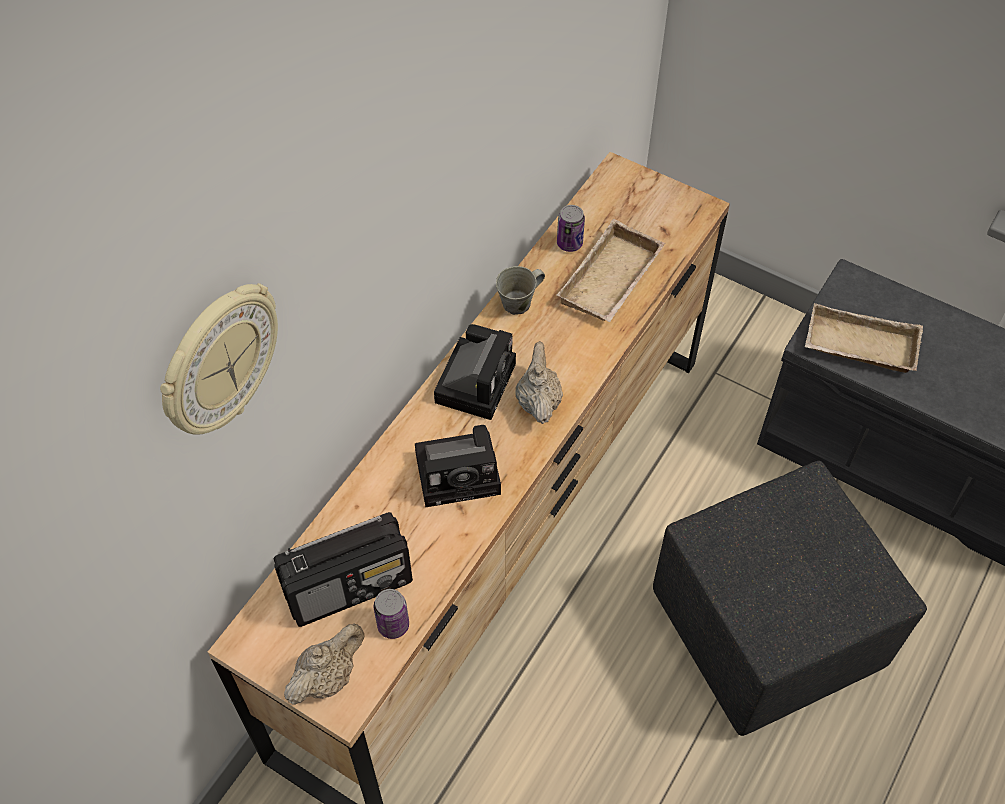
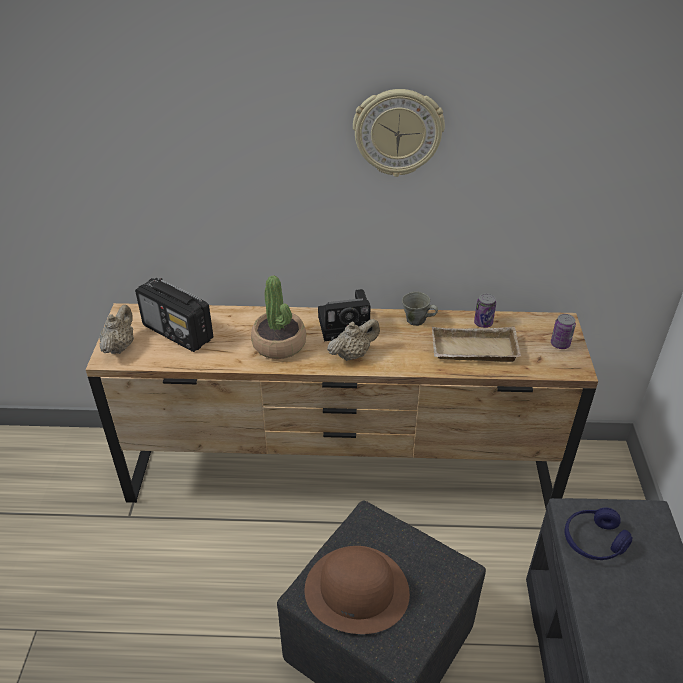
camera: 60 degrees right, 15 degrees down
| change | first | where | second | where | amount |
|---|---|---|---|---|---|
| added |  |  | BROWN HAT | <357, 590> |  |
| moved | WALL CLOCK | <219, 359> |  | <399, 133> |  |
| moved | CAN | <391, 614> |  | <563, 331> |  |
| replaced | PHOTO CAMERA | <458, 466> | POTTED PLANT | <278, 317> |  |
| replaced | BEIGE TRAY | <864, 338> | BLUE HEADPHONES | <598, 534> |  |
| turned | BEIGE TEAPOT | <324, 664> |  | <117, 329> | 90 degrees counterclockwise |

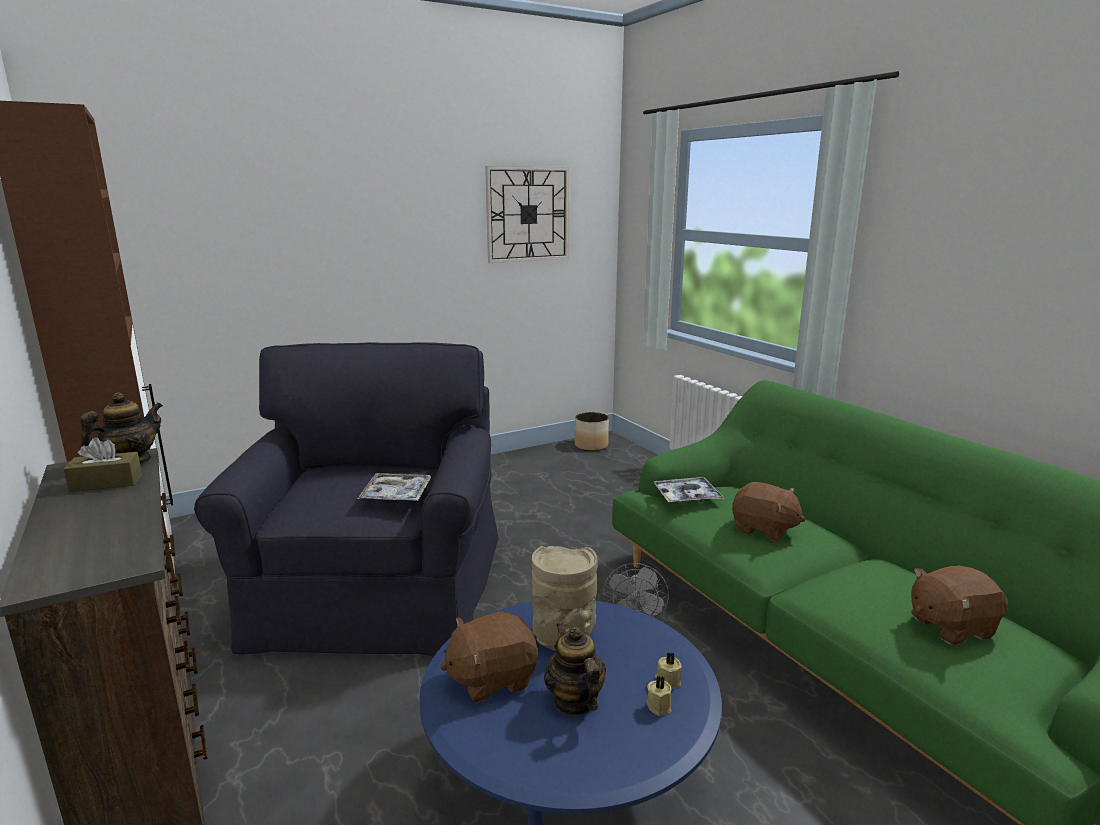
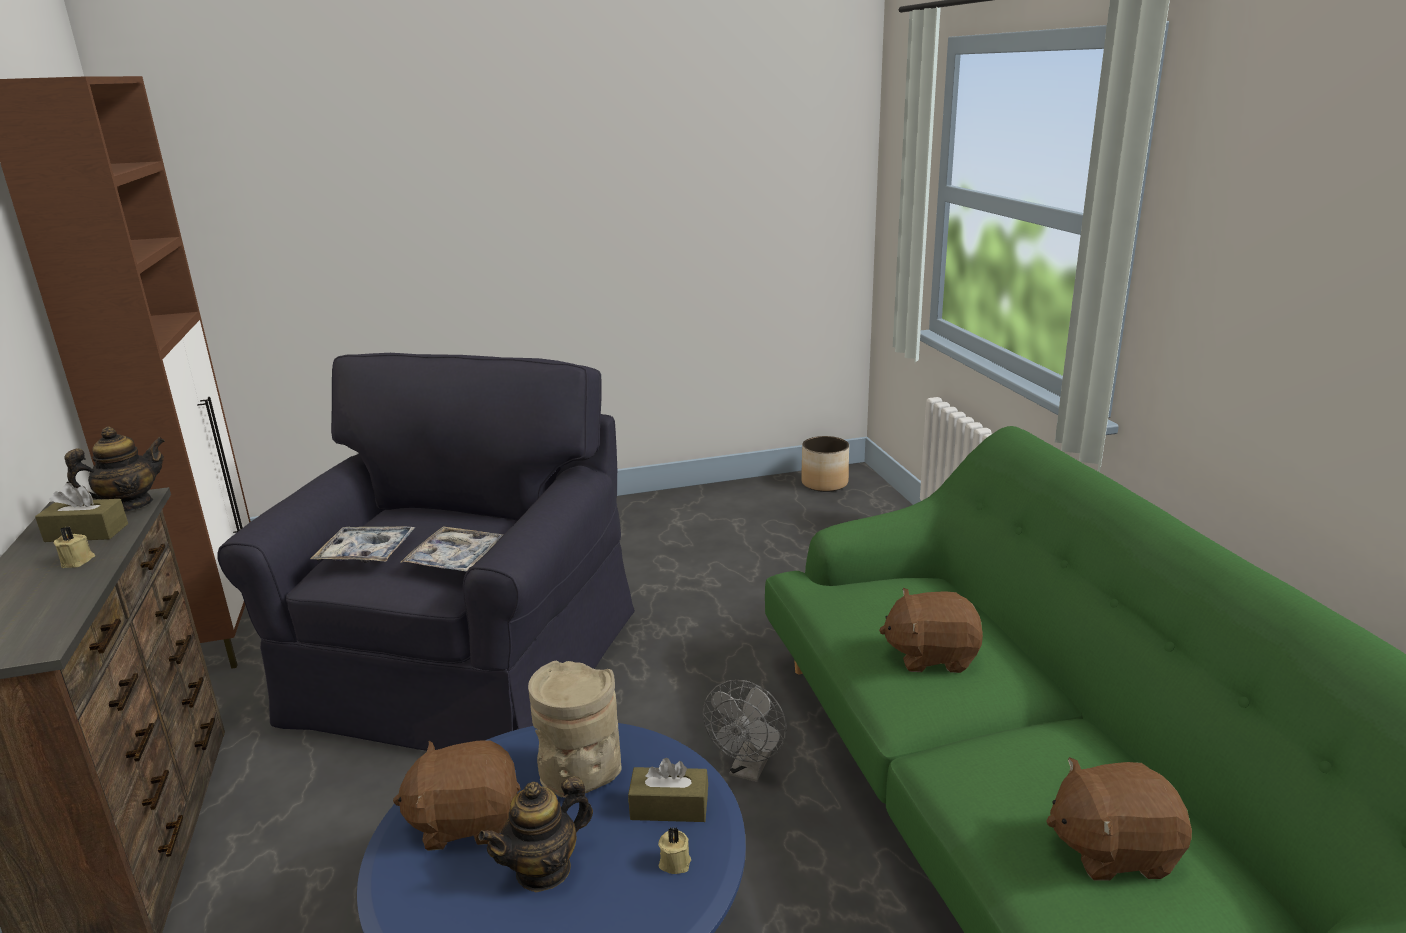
camera: 15 degrees right, 5 degrees up
| change | first | where | second | where | amount |
|---|---|---|---|---|---|
| removed | WALL CLOCK | <527, 214> |  |  |  |
| added |  |  | BROWN TISSUE BOX | <668, 790> |  |
| moved | BEIGE CANDLE | <659, 696> |  | <74, 547> |  |
| moved | TRAY | <689, 490> |  | <363, 545> |  |
| turned | TEAPOT | <575, 669> |  | <535, 834> | 120 degrees counterclockwise |
| turned | BROWN PLUSH TOY | <768, 511> |  | <931, 630> | 135 degrees clockwise |

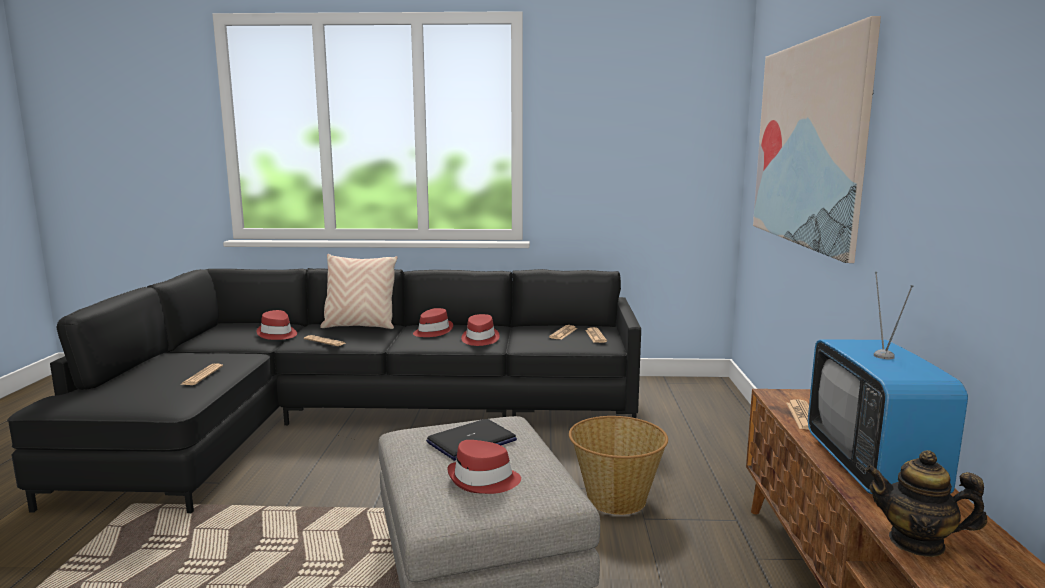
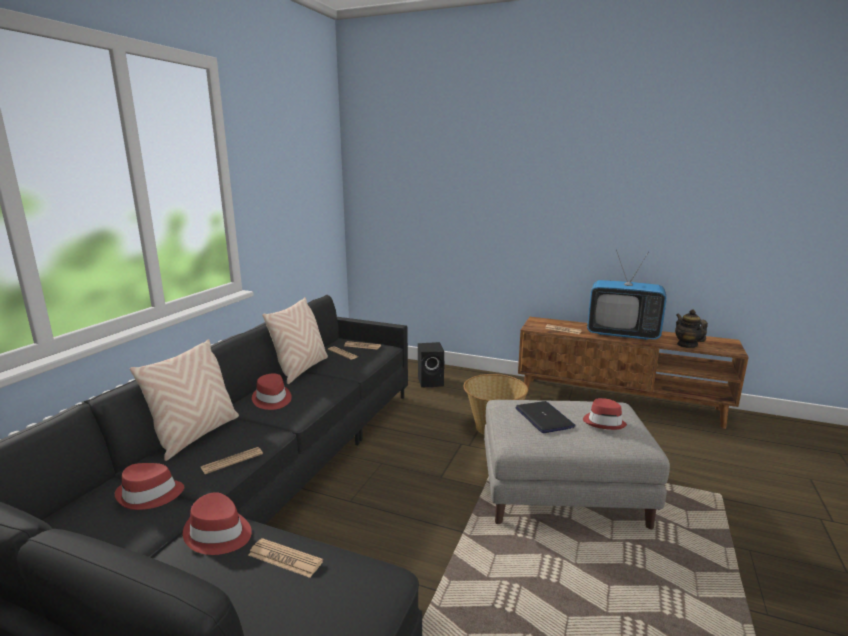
camera: 70 degrees left, 5 degrees up
| change | first | where | second | where | amount |
|---|---|---|---|---|---|
| removed | PICTURE | <817, 139> |  |  |  |
| added |  |  | BEIGE PILLOW | <295, 340> |  |
| added |  |  | BLACK SPEAKER | <431, 364> |  |
| moved | RED HAT | <480, 330> |  | <217, 523> |  |
| turned | TEAPOT | <926, 503> |  | <691, 328> | 120 degrees clockwise |

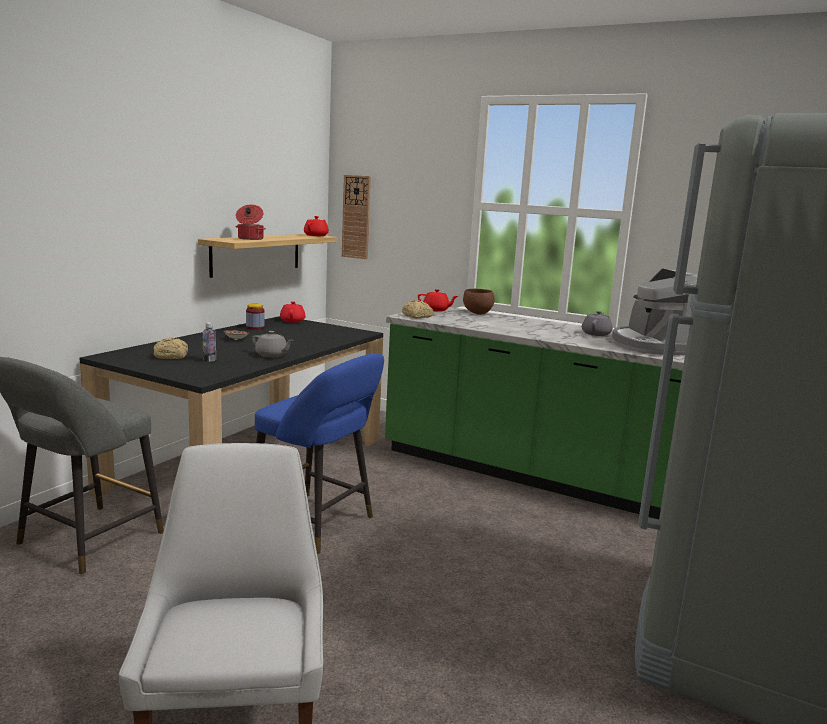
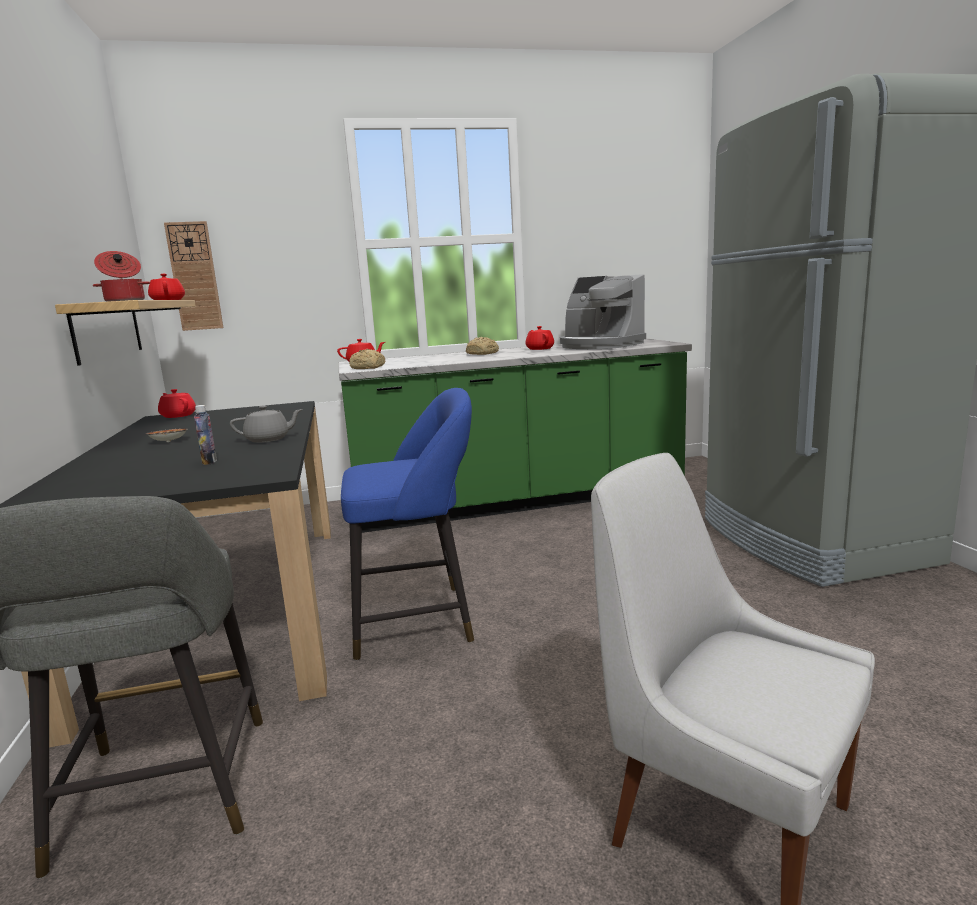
camera: 40 degrees left, 0 degrees up
| change | first | where | second | where | amount |
|---|---|---|---|---|---|
| removed | JAR | <255, 317> |  |  |  |
| removed | BROWN BOWL | <479, 301> |  |  |  |
| moved | BREAD | <171, 348> |  | <482, 346> |  |
| recoloured | GREY TEAPOT | <597, 323> | RED TEAPOT | <539, 338> |  |

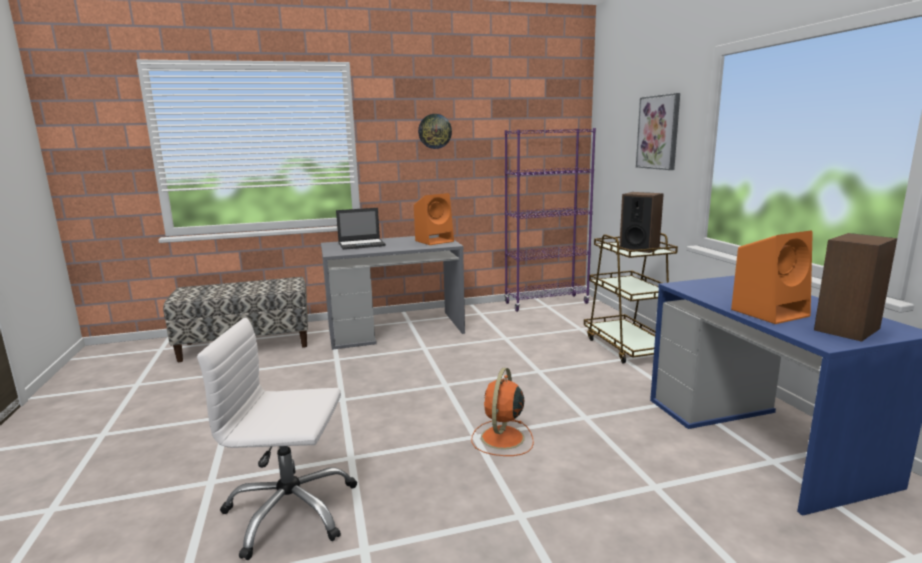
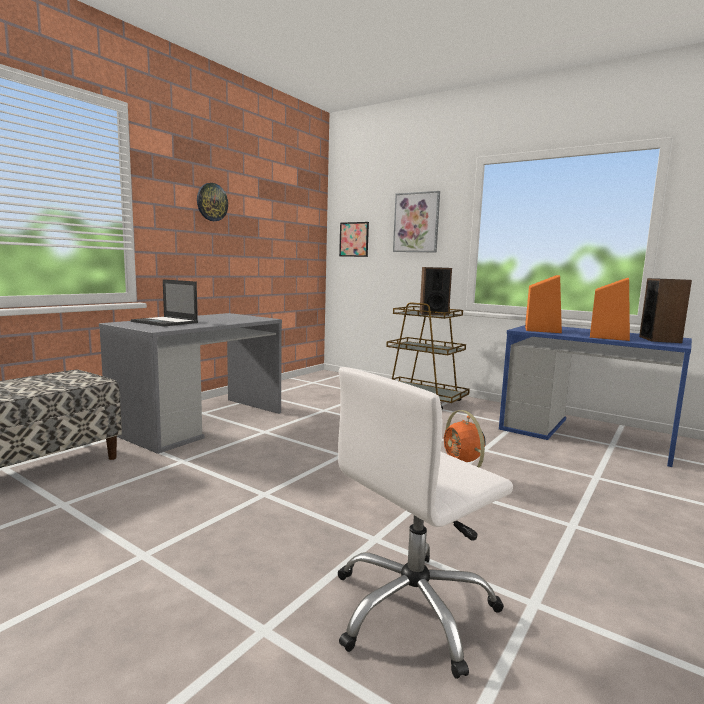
camera: 40 degrees left, 5 degrees down
| change | first | where | second | where | amount |
|---|---|---|---|---|---|
| removed | PURPLE BOOKCASE | <550, 220> |  |  |  |
| added |  |  | PICTURE | <354, 239> |  |
| moved | ORANGE SPEAKER | <434, 219> |  | <543, 304> |  |
| turned | LAPTOP | <361, 229> |  | <164, 303> | 90 degrees clockwise |

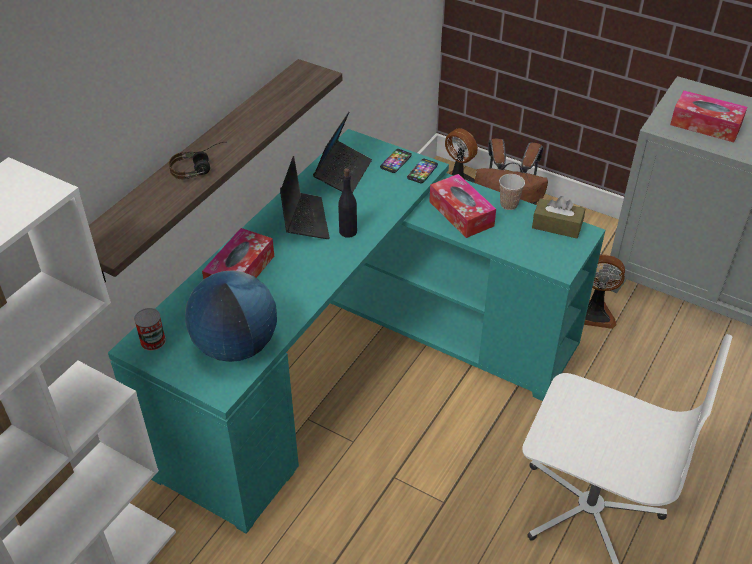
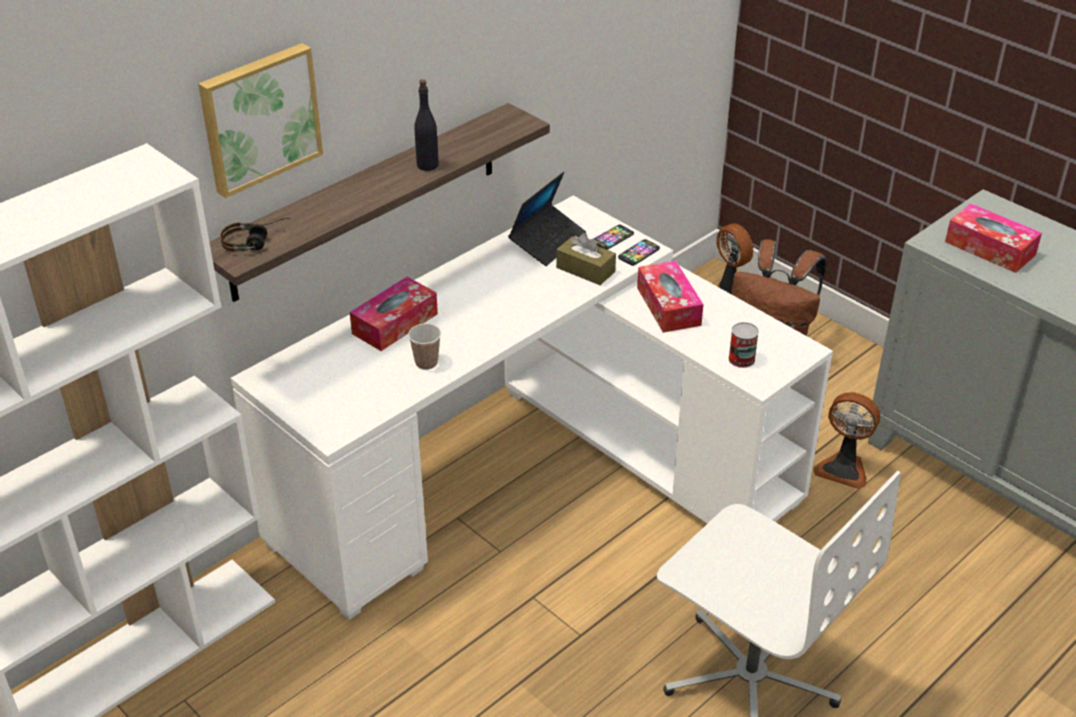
camera: 15 degrees right, 5 degrees down
| change | first | where | second | where | amount |
|---|---|---|---|---|---|
| removed | GLOBE | <231, 316> |  |  |  |
| removed | LAPTOP | <305, 197> |  |  |  |
| added |  |  | PICTURE | <260, 120> |  |
| moved | CAN | <150, 329> |  | <743, 345> |  |
| moved | HEADPHONES | <197, 161> |  | <255, 235> |  |
| moved | BLACK BOTTLE | <347, 203> |  | <426, 125> |  |
| moved | CUP | <512, 192> |  | <424, 347> |  |
| moved | BROWN TISSUE BOX | <558, 217> |  | <586, 259> |  |
| recoloured | TURQUOISE DESK | <356, 331> | WHITE DESK | <532, 408> |  |

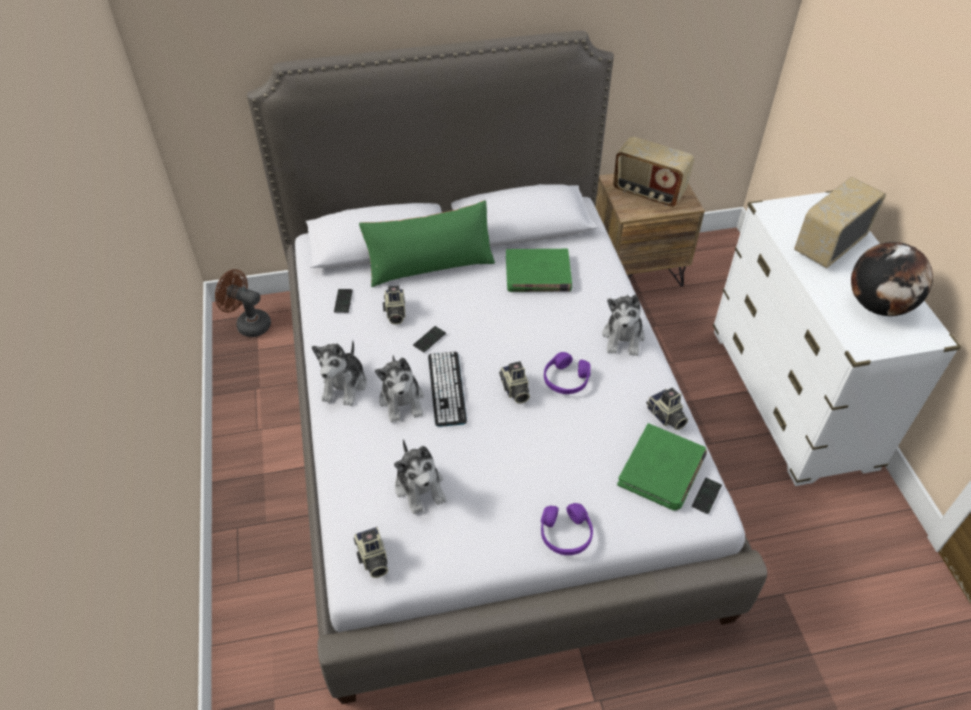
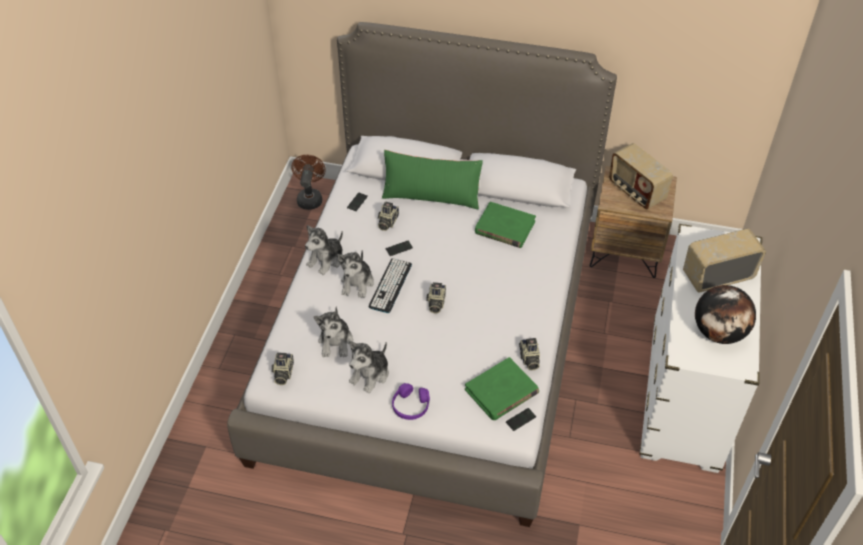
camera: 25 degrees right, 0 degrees up
| change | first | where | second | where | amount |
|---|---|---|---|---|---|
| removed | PURPLE HEADPHONES | <567, 373> |  |  |  |
| moved | PLUSH TOY | <623, 325> |  | <369, 367> |  |
| turned | BROWN FAN | <243, 303> |  | <308, 182> | 45 degrees clockwise |

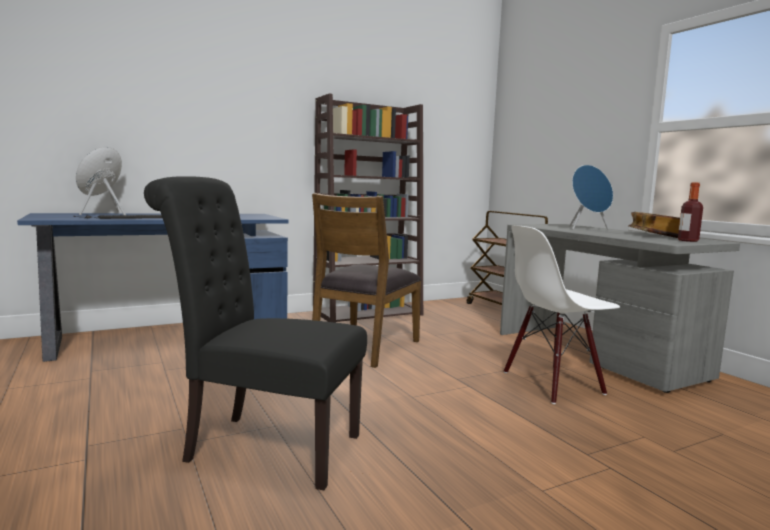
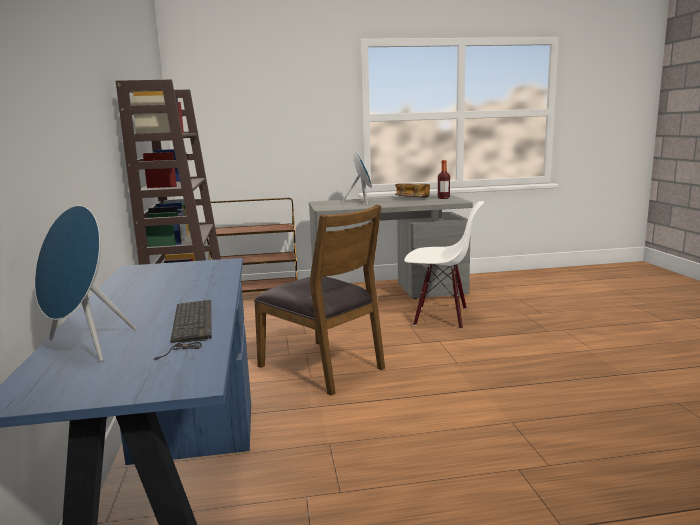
camera: 70 degrees left, 5 degrees up
| change | first | where | second | where | amount |
|---|---|---|---|---|---|
| removed | BLACK CHAIR | <255, 333> |  |  |  |
| turned | WHITE CHAIR | <562, 314> |  | <444, 265> | 75 degrees counterclockwise |

